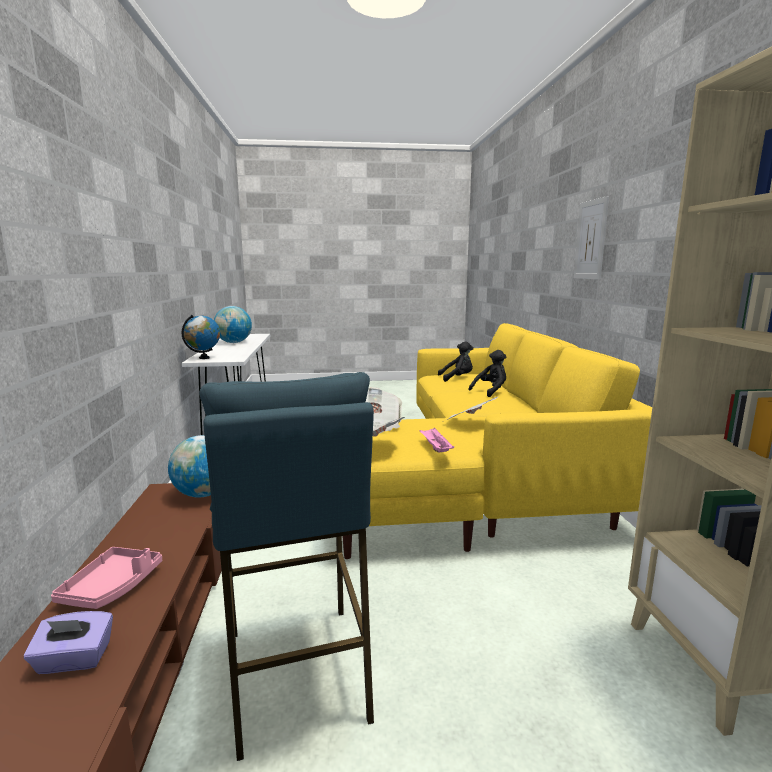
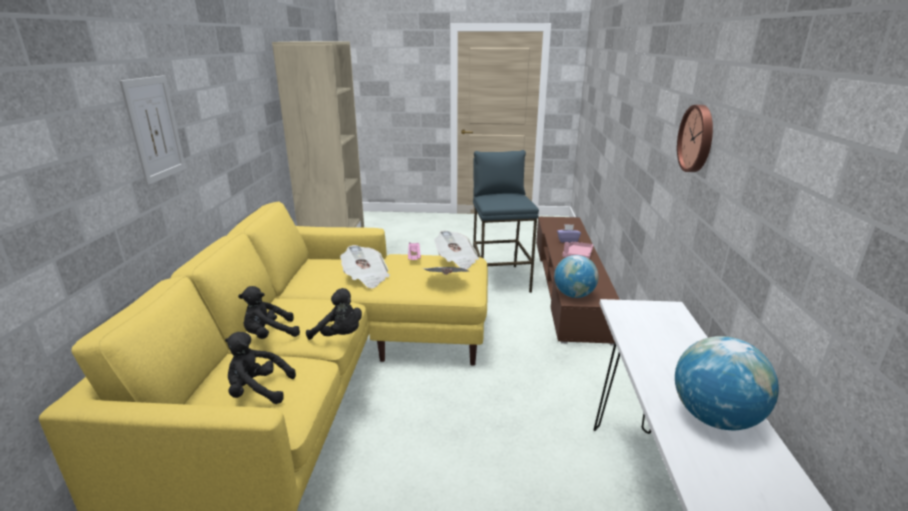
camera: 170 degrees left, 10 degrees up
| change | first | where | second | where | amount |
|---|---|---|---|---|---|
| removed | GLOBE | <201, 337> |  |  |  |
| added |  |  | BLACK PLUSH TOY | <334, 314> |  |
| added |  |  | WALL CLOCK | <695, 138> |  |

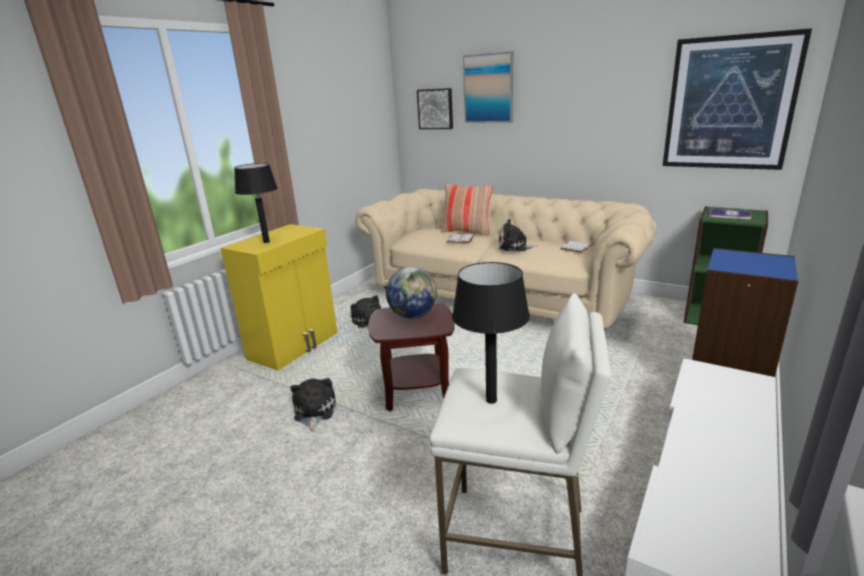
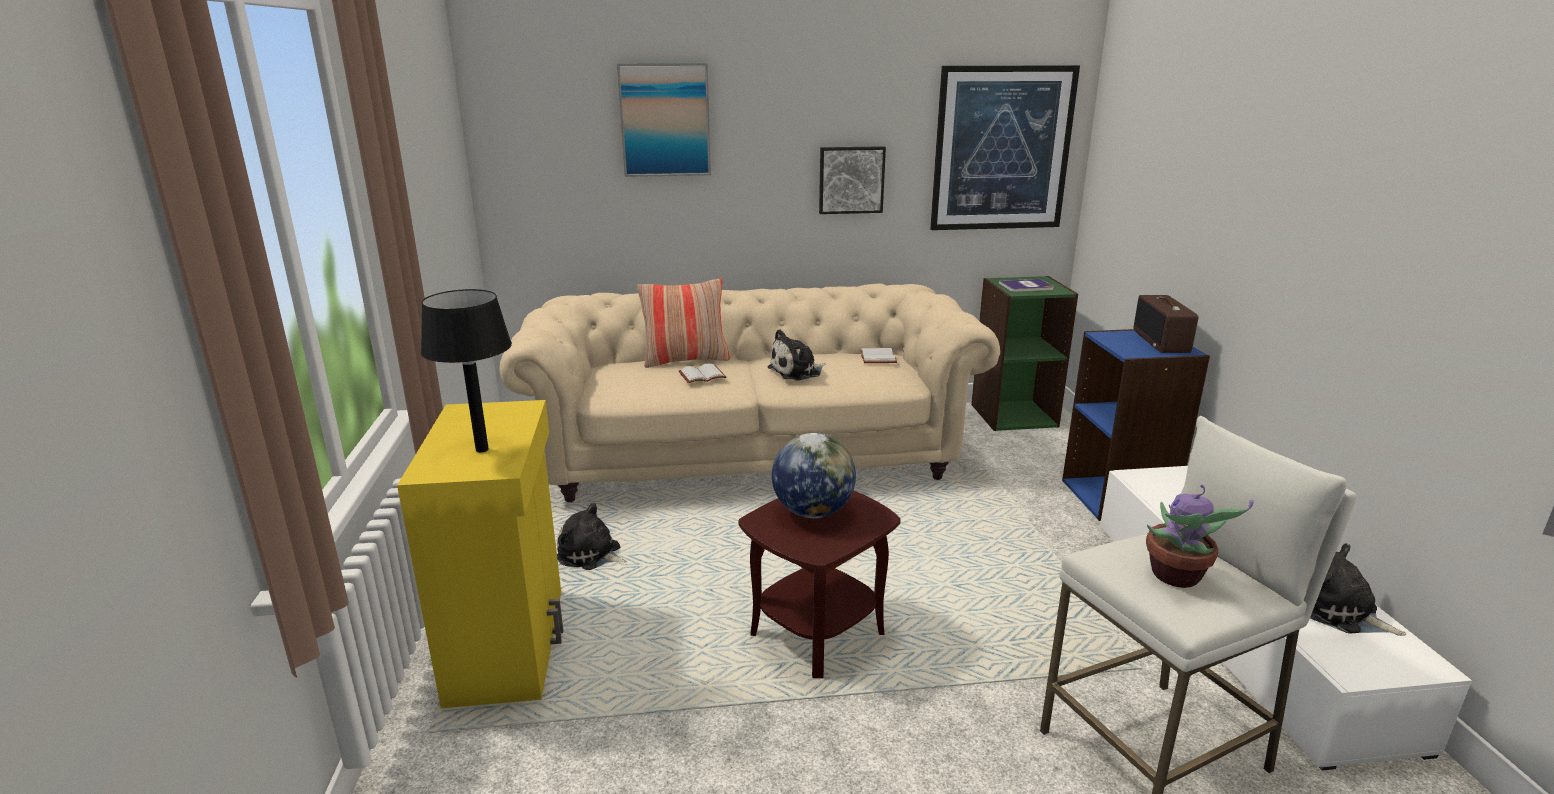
camera: 40 degrees left, 0 degrees up
| change | first | where | second | where | amount |
|---|---|---|---|---|---|
| added |  |  | RADIO | <1165, 324> |  |
| moved | PLUSH TOY | <313, 405> |  | <1358, 589> |  |
| moved | PICTURE | <435, 108> |  | <852, 180> |  |
| replaced | BLACK TABLE LAMP | <491, 333> | POTTED PLANT | <1200, 536> |  |

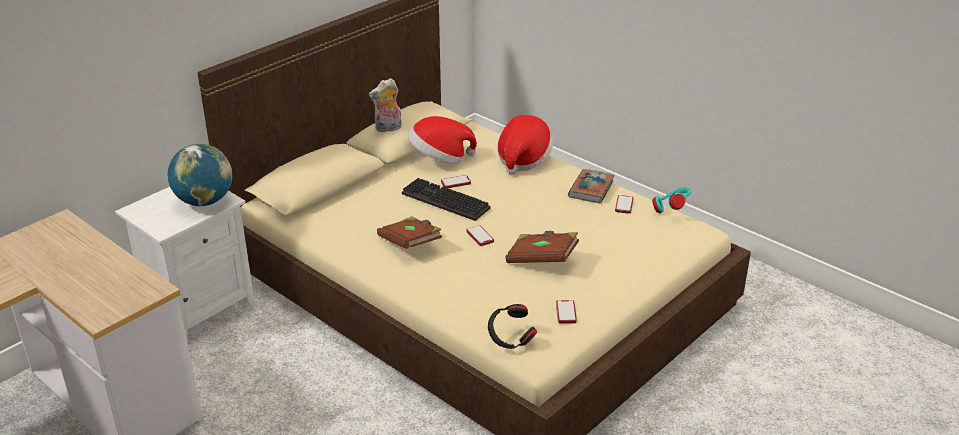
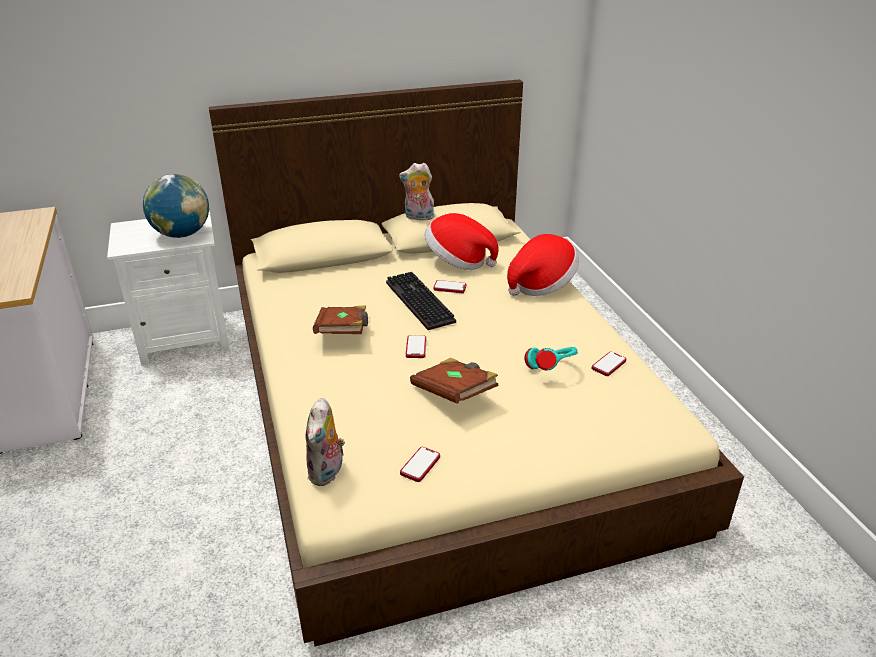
camera: 30 degrees right, 0 degrees up
| change | first | where | second | where | amount |
|---|---|---|---|---|---|
| removed | BOOK | <591, 186> |  |  |  |
| moved | TURQUOISE HEADPHONES | <671, 200> |  | <551, 359> |  |
| replaced | BLACK HEADPHONES | <512, 326> | PLUSH TOY | <325, 442> |  |

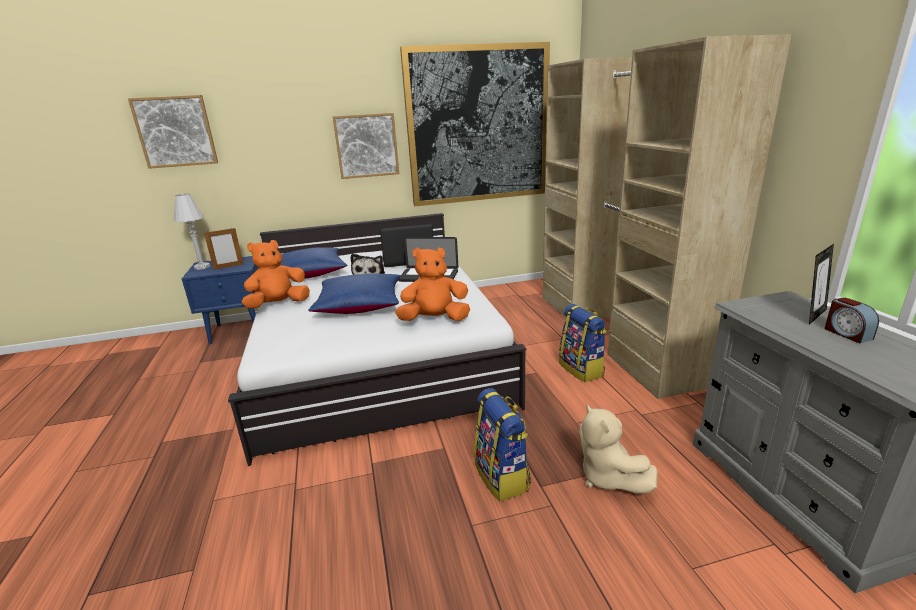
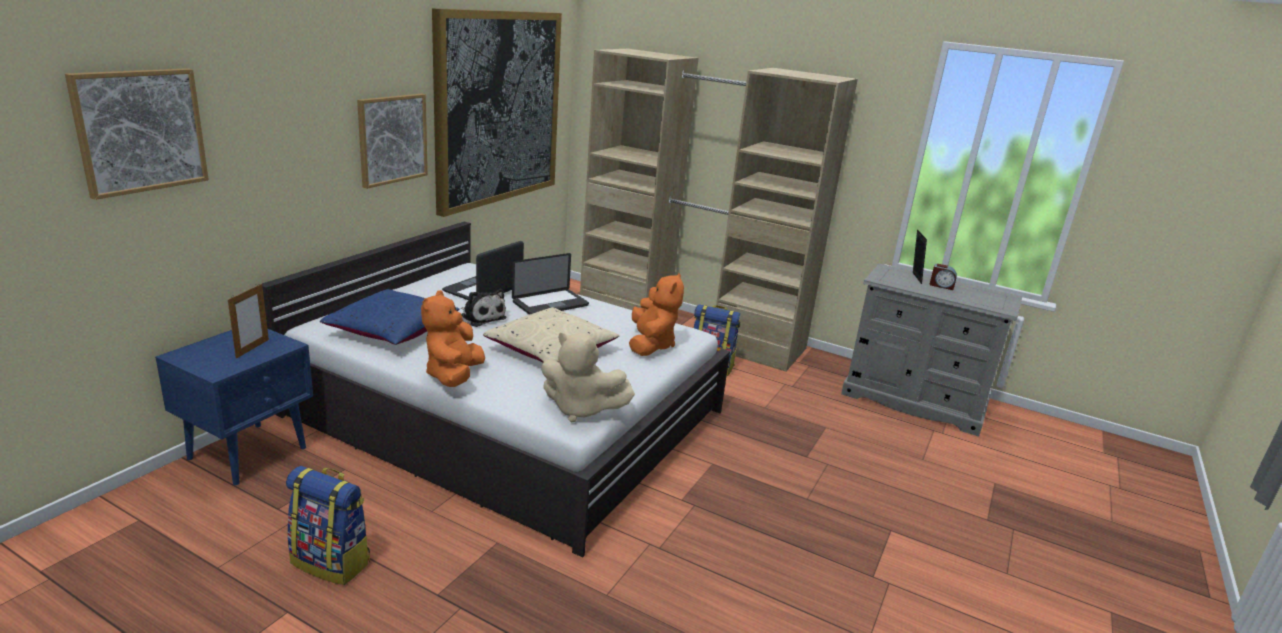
camera: 50 degrees left, 0 degrees up
| change | first | where | second | where | amount |
|---|---|---|---|---|---|
| removed | WHITE TABLE LAMP | <192, 232> |  |  |  |
| moved | BACKPACK | <502, 445> |  | <328, 525> |  |
| moved | BEIGE PLUSH TOY | <618, 449> |  | <588, 378> |  |
| recoloured | BLUE PILLOW | <354, 294> | BEIGE PILLOW | <551, 335> |  |
| turned | ORANGE PLUSH TOY | <432, 284> |  | <656, 314> | 150 degrees clockwise |

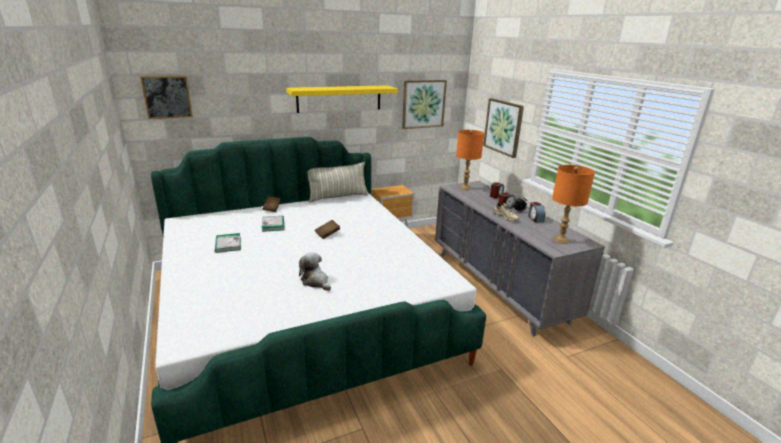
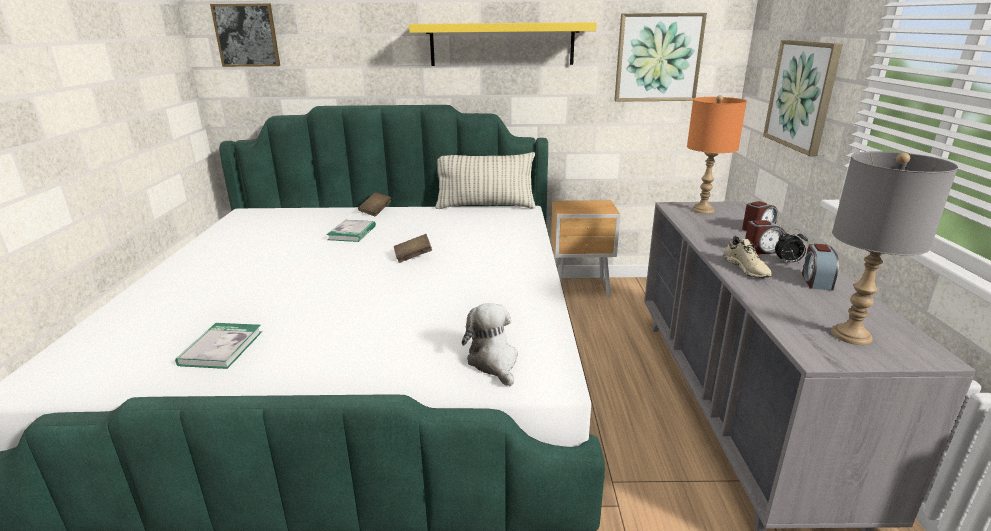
camera: 25 degrees right, 0 degrees up
| change | first | where | second | where | amount |
|---|---|---|---|---|---|
| moved | BOOK | <228, 243> |  | <218, 346> |  |
| moved | PLUSH TOY | <315, 271> |  | <490, 345> |  |
| recoloured | ORANGE TABLE LAMP | <573, 204> | GREY TABLE LAMP | <894, 248> |  |

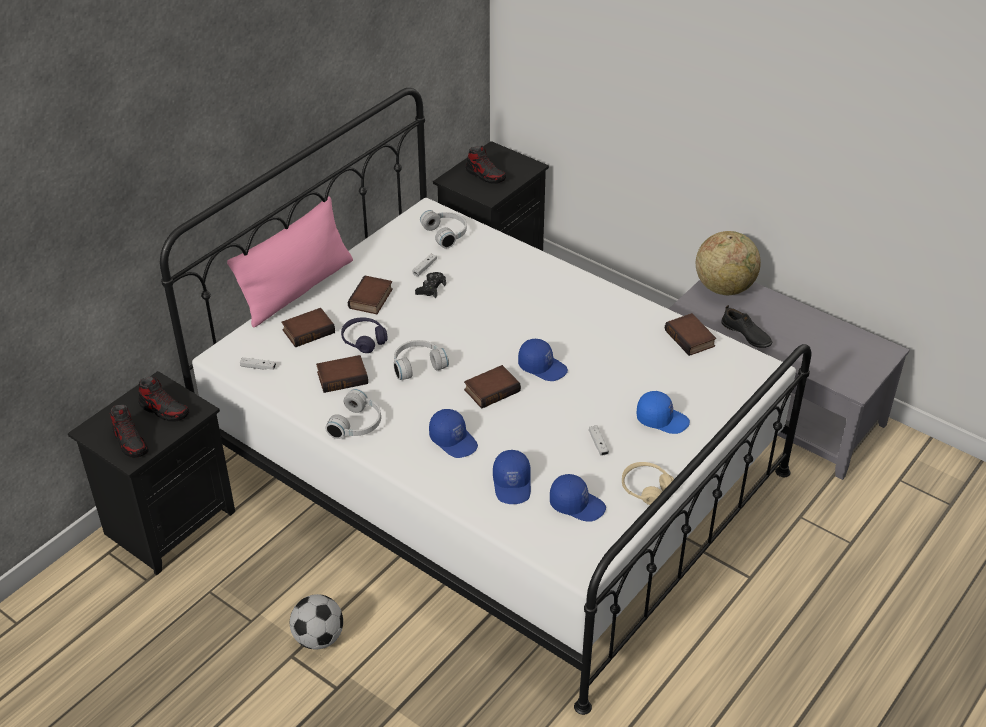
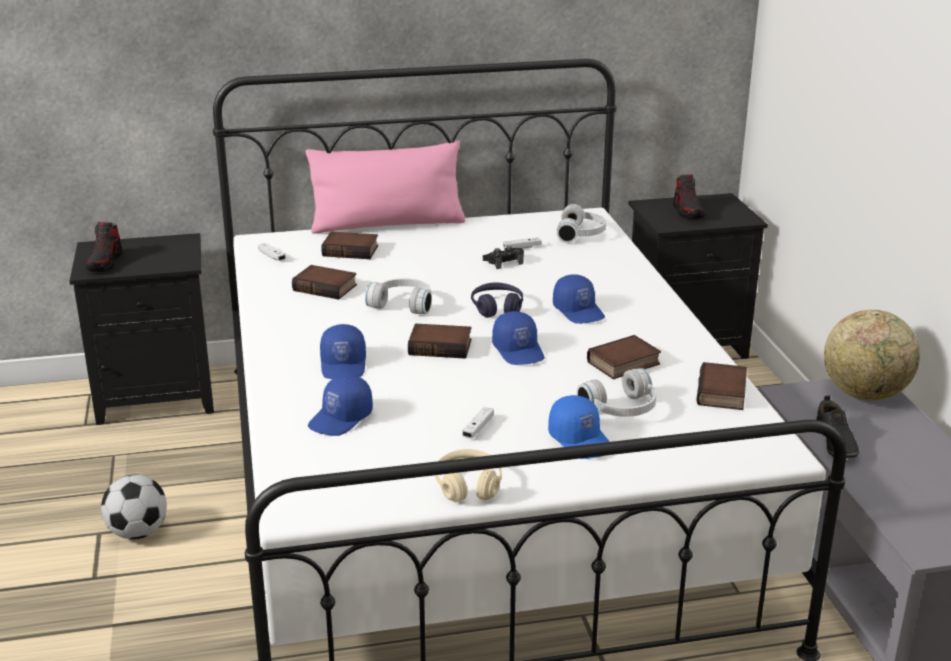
camera: 40 degrees right, 15 degrees down
| change | first | where | second | where | amount |
|---|---|---|---|---|---|
| removed | SHOE | <163, 399> |  |  |  |
| moved | WHITE HEADPHONES | <353, 414> |  | <616, 392> |  |
| moved | PURPLE HEADPHONES | <364, 335> |  | <497, 300> |  |
| moved | BOOK | <370, 294> |  | <624, 357> |  |
| moved | BLUE CAP | <578, 498> |  | <579, 299> |  |

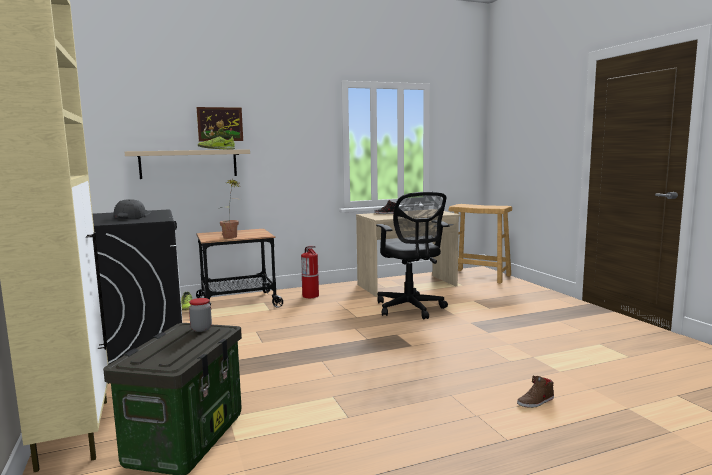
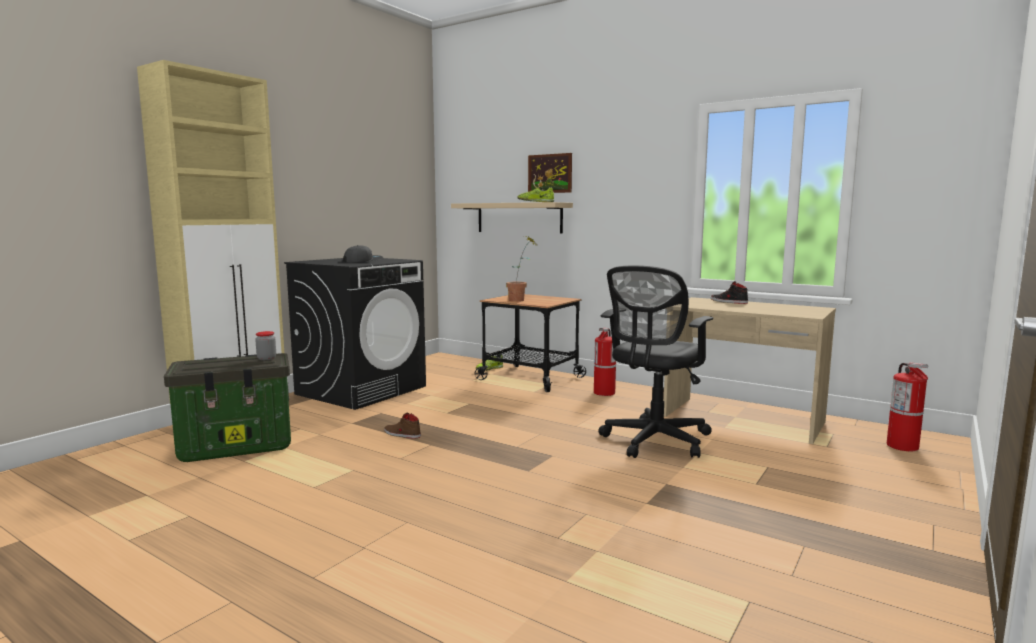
camera: 55 degrees right, 0 degrees up
| change | first | where | second | where | amount |
|---|---|---|---|---|---|
| moved | BROWN SHOE | <535, 392> |  | <402, 426> |  |
| replaced | BEIGE STOOL | <480, 244> | FIRE EXTINGUISHER | <907, 407> |  |

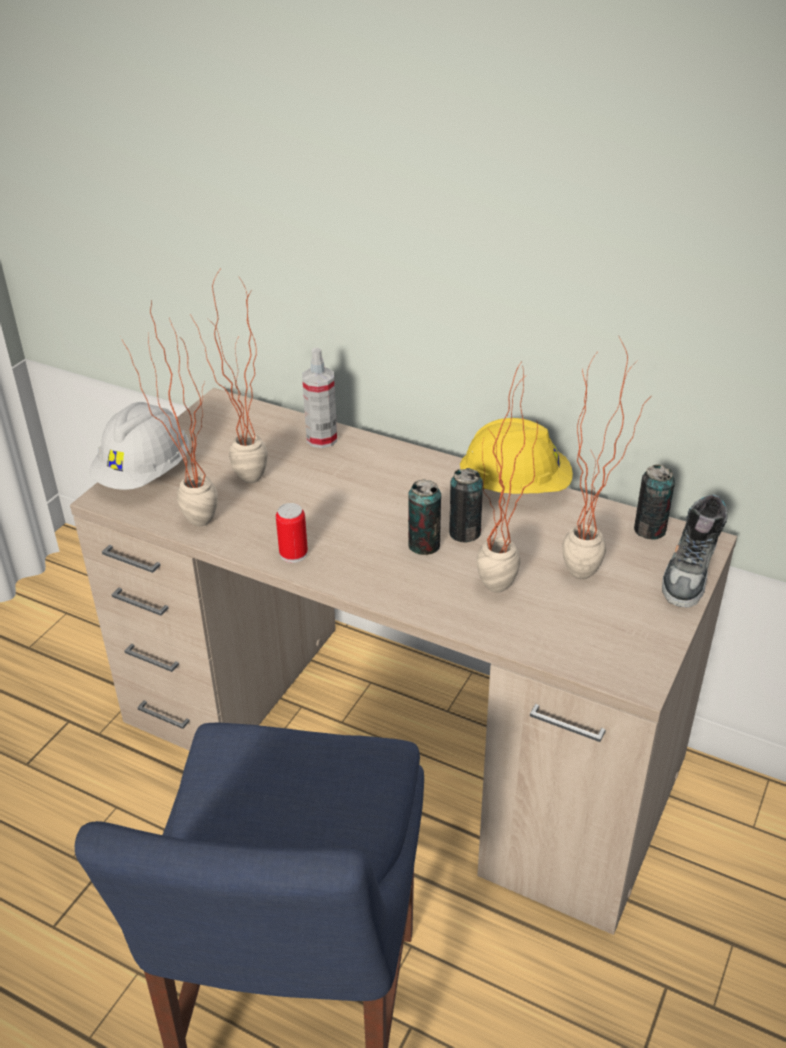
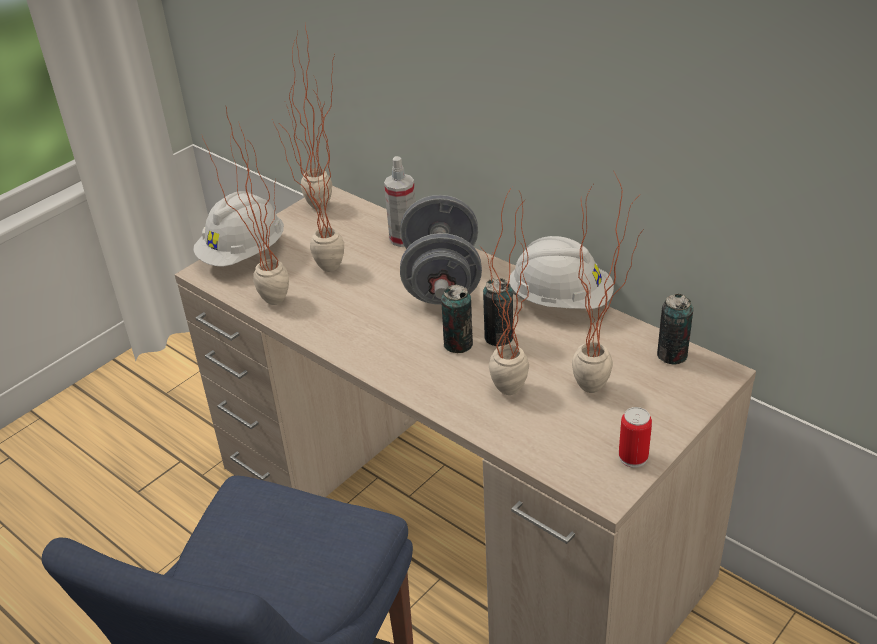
camera: 15 degrees right, 0 degrees up
| change | first | where | second | where | amount |
|---|---|---|---|---|---|
| removed | SHOE | <695, 550> |  |  |  |
| added |  |  | POTTED PLANT | <310, 117> |  |
| added |  |  | GREY DUMBBELL | <441, 250> |  |
| moved | CAN | <292, 533> |  | <635, 437> |  |
| recoloured | YELLOW HARD HAT | <516, 456> | WHITE HARD HAT | <561, 272> |  |

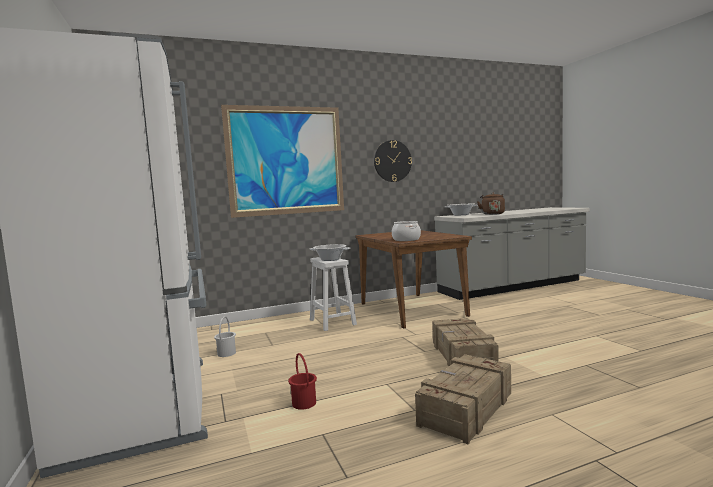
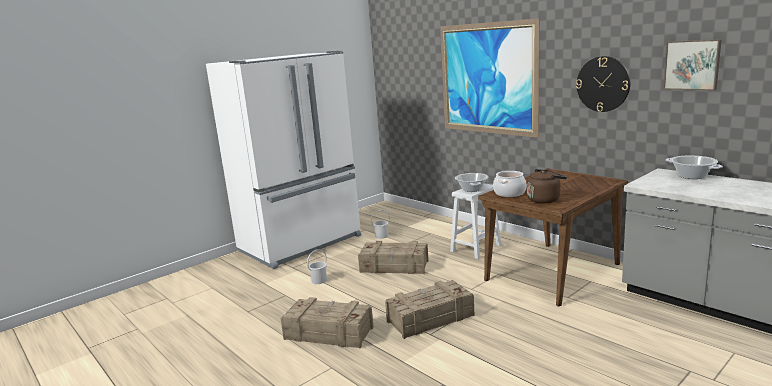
camera: 70 degrees right, 10 degrees up
| change | first | where | second | where | amount |
|---|---|---|---|---|---|
| added |  |  | CRATE | <393, 257> |  |
| added |  |  | PICTURE | <692, 65> |  |
| moved | BROWN KETTLE | <491, 204> |  | <547, 186> |  |
| recoloured | RED BUCKET | <302, 381> | WHITE BUCKET | <317, 266> |  |

